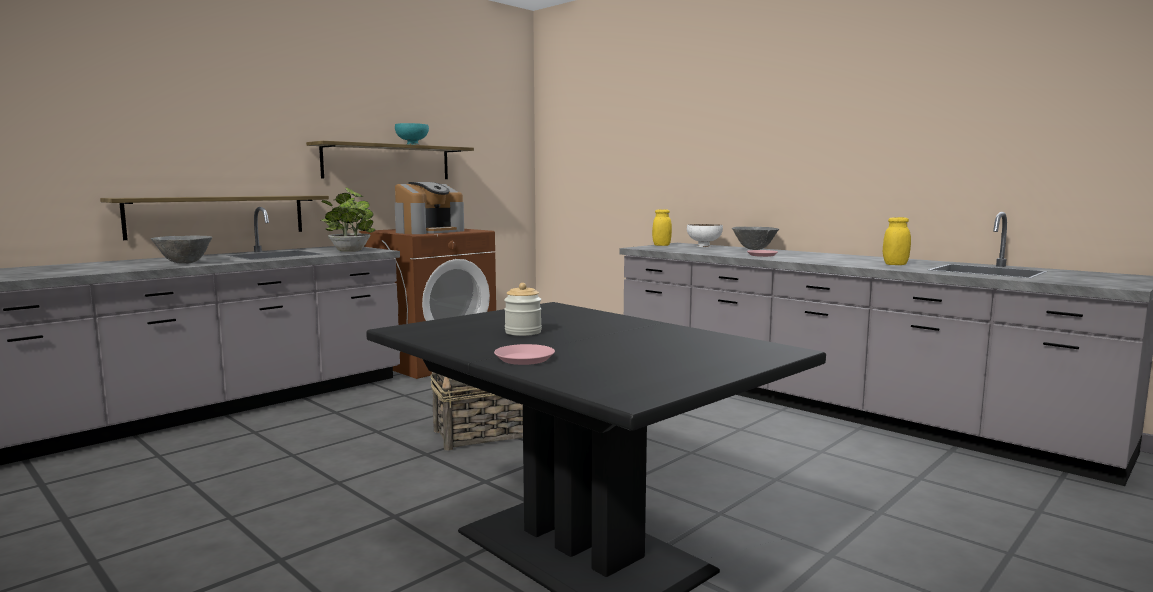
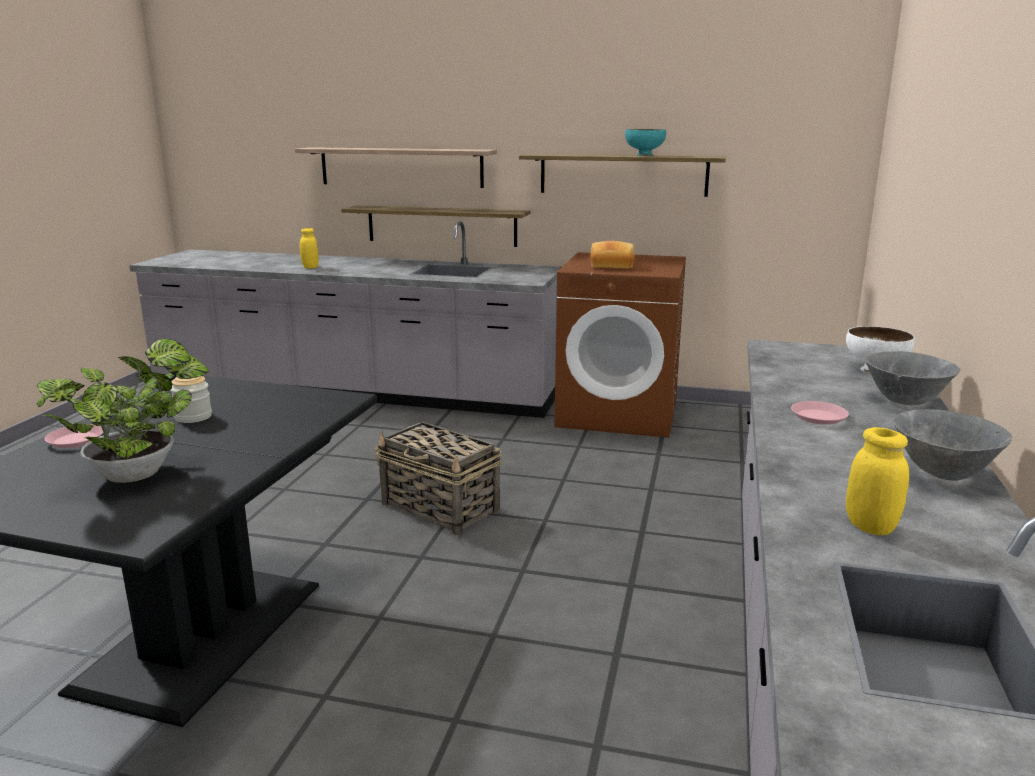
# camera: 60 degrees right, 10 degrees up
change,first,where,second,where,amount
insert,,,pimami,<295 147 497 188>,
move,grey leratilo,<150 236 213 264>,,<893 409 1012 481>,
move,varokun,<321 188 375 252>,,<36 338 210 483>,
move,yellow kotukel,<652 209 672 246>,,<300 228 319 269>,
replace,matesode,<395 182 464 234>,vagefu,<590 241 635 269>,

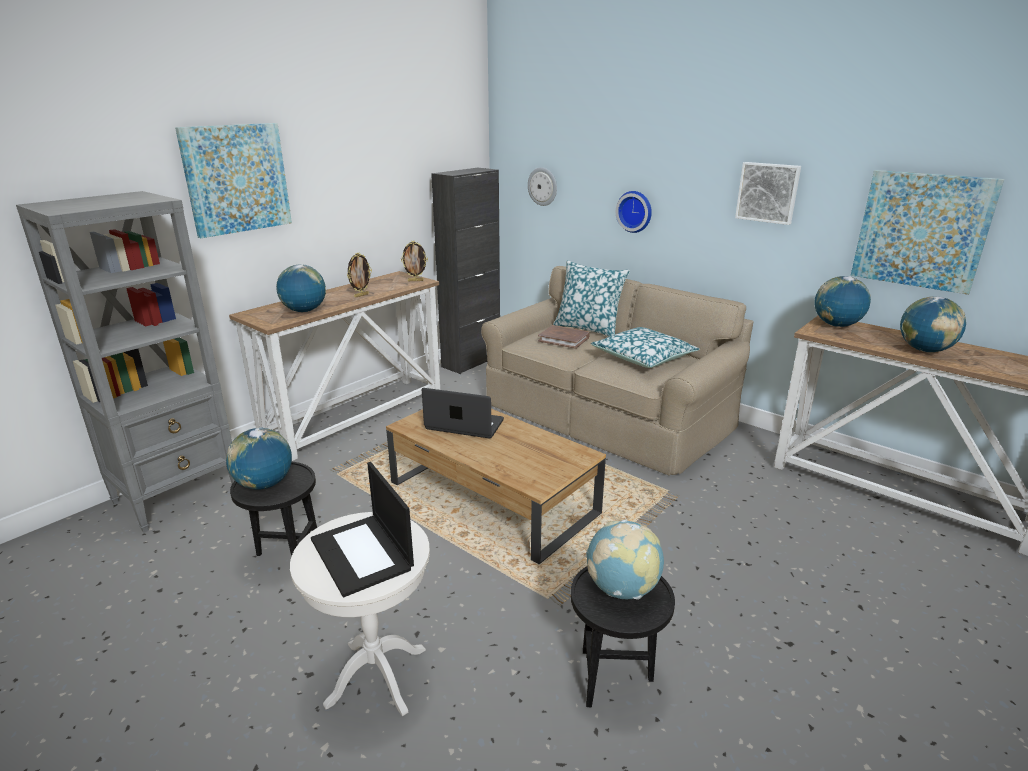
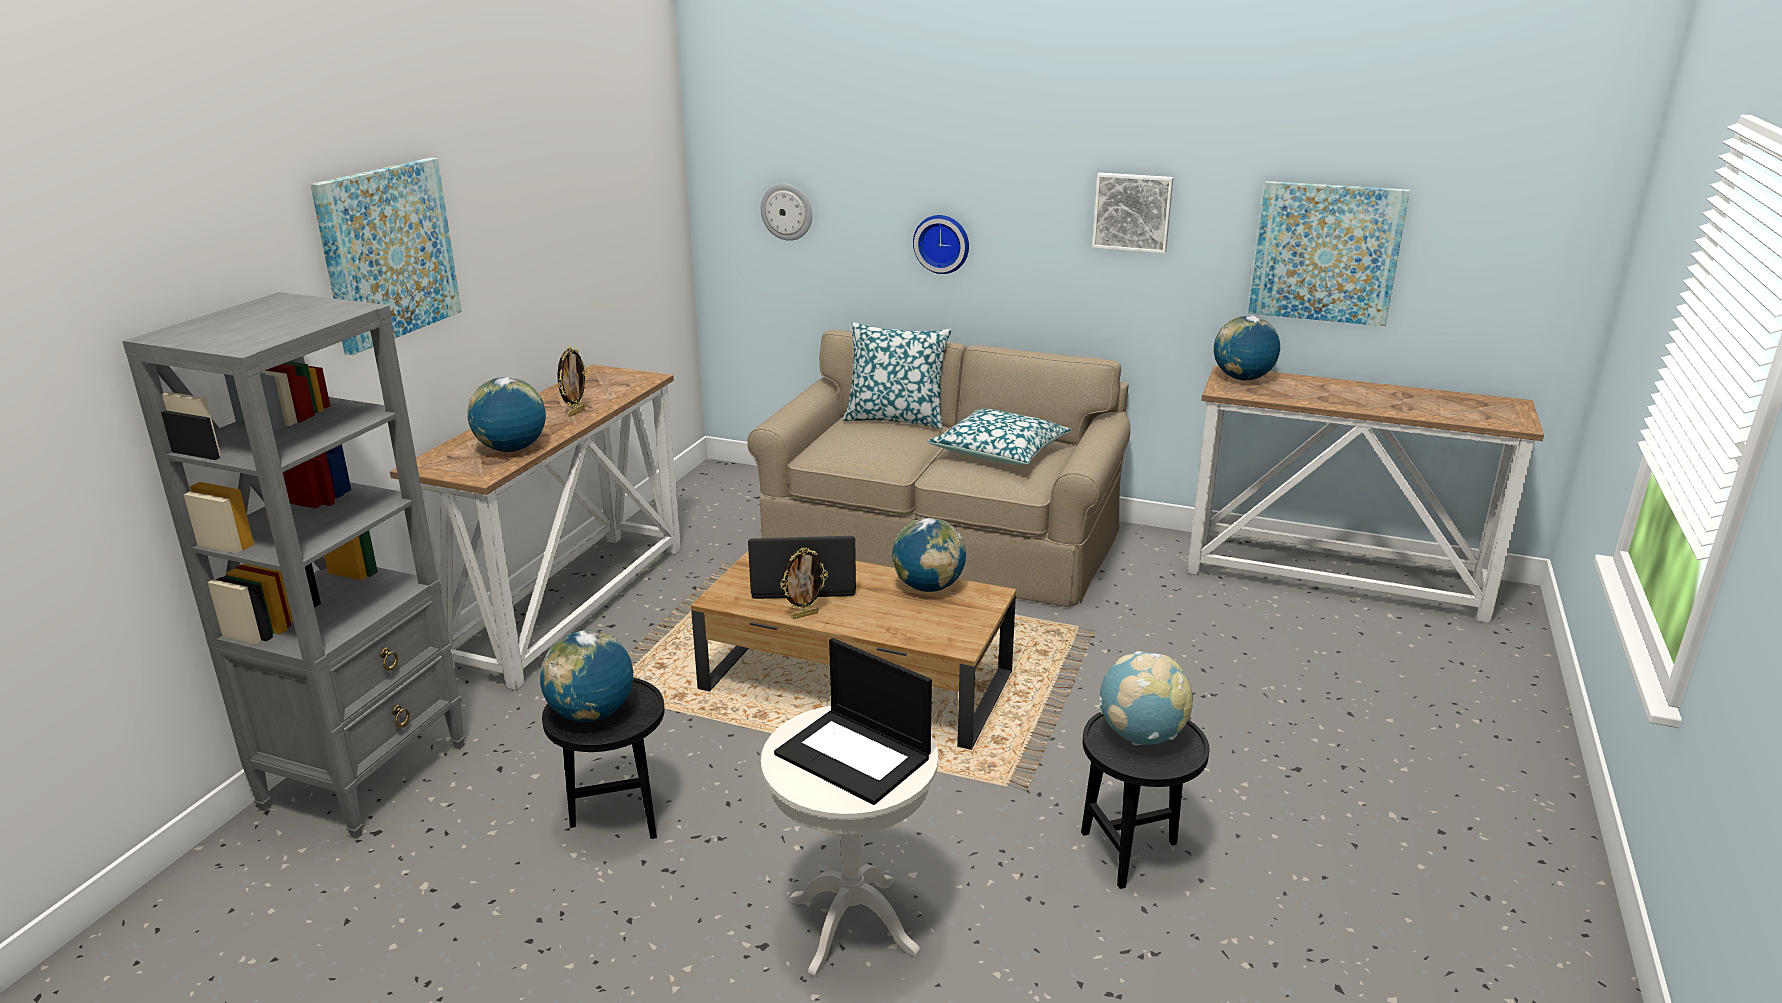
# camera: 20 degrees left, 0 degrees up
change,first,where,second,where,amount
delete,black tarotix,<431 168 500 374>,,,
delete,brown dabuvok,<538 325 590 349>,,,
move,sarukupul,<401 241 428 281>,,<780 548 828 619>,
move,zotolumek,<900 296 966 352>,,<892 518 966 592>,

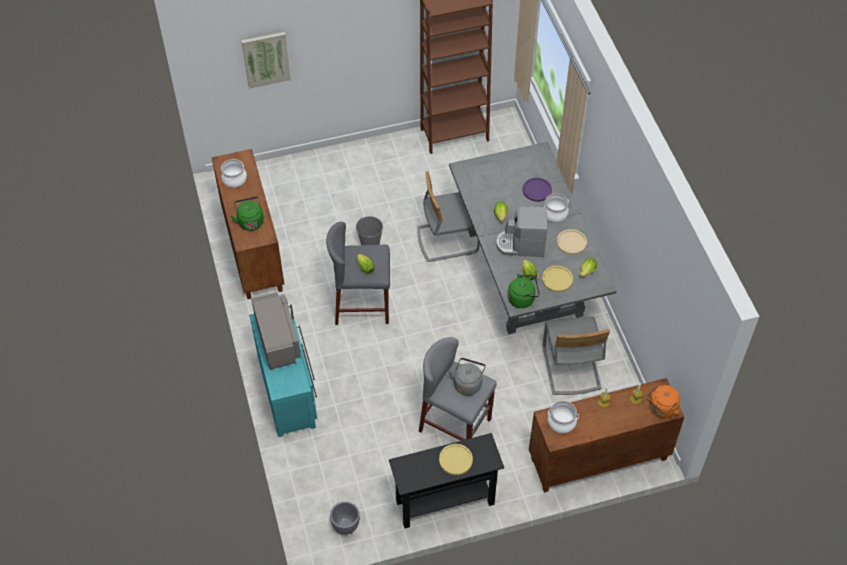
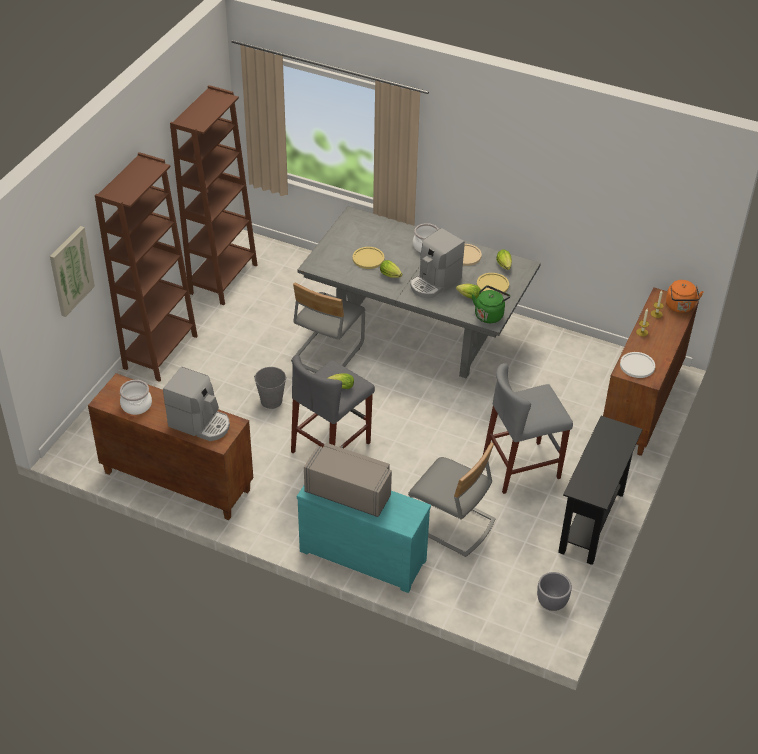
# camera: 50 degrees left, 10 degrees down
change,first,where,second,where,amount
delete,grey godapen,<448 358 486 396>,,,
delete,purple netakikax,<523 178 552 202>,,,
insert,,,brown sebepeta,<95 152 198 382>,
move,yellow netakikax,<439 444 473 475>,,<353 247 384 269>,
move,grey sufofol,<543 316 610 395>,,<408 442 496 557>,
replace,green godapen,<231 197 264 231>,matesode,<163 367 230 441>,
replace,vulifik,<548 401 579 433>,white netakikax,<620 352 655 378>,

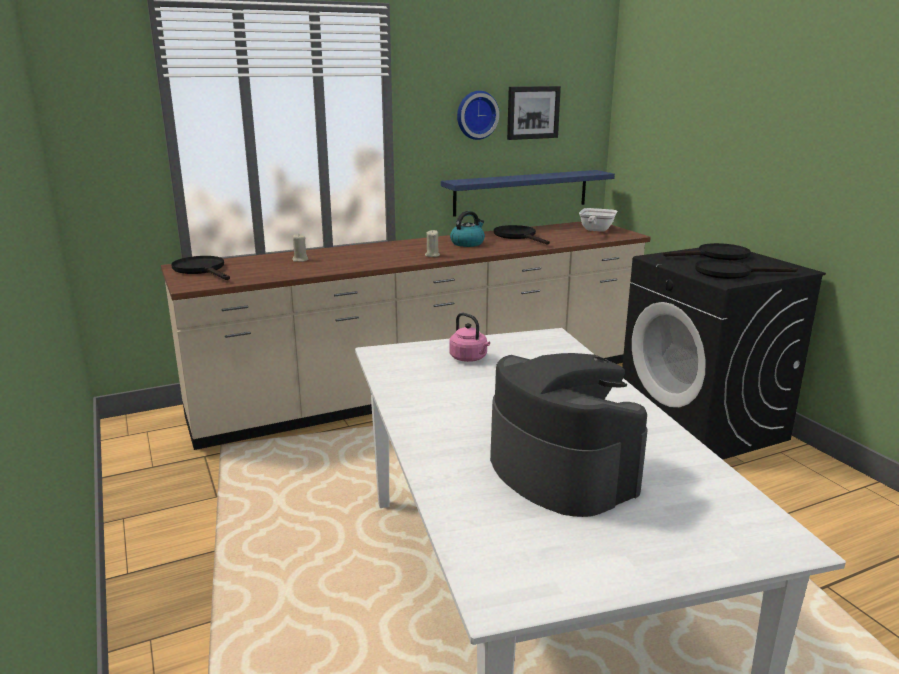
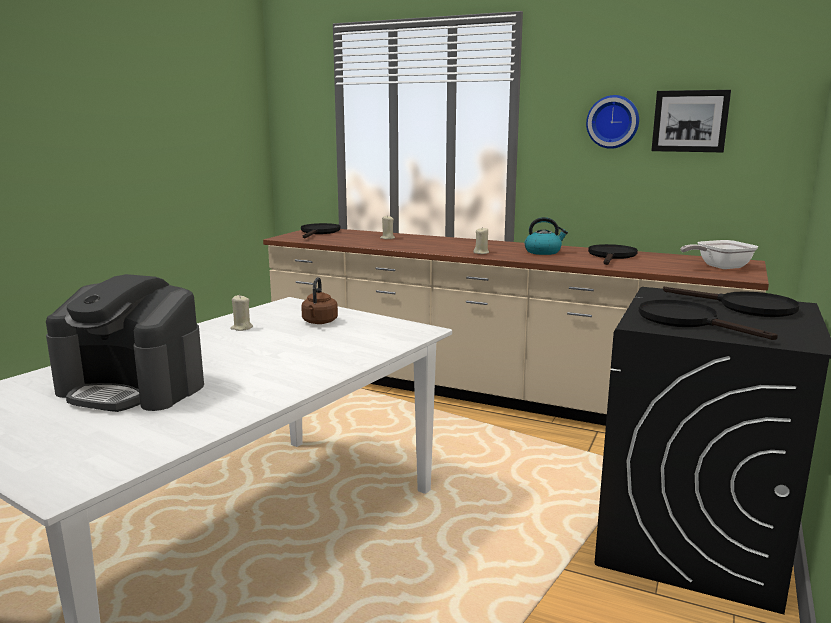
# camera: 50 degrees right, 5 degrees down
change,first,where,second,where,amount
delete,blue pimami,<441 170 615 217>,,,
insert,,,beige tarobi,<230 295 253 331>,
recolor,pink godapen,<449 313 490 362>,brown godapen,<301 277 338 324>,
rotate,matesode,<490 353 648 517>,,<46 274 204 412>,90 degrees clockwise

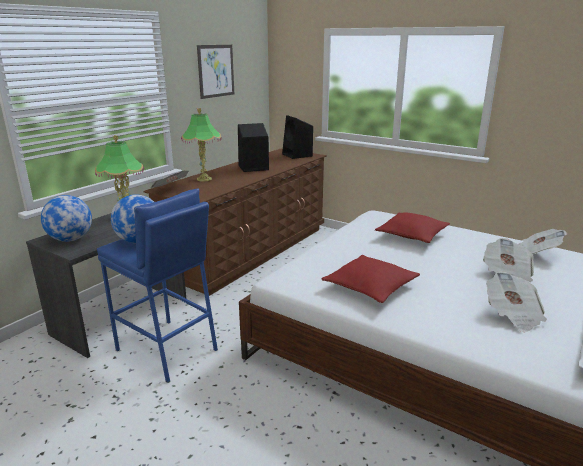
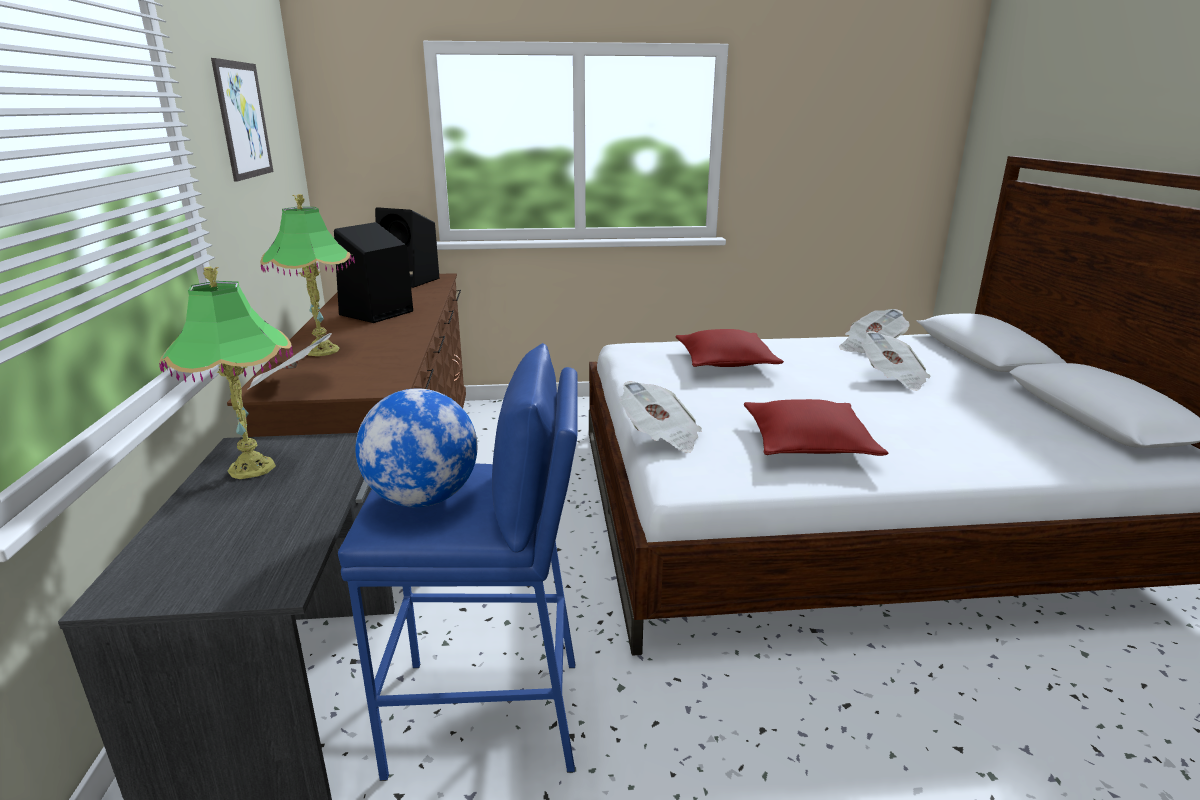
# camera: 40 degrees left, 0 degrees up
change,first,where,second,where,amount
delete,zotolumek,<41 195 92 242>,,,
move,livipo,<486 271 547 333>,,<619 381 702 453>,

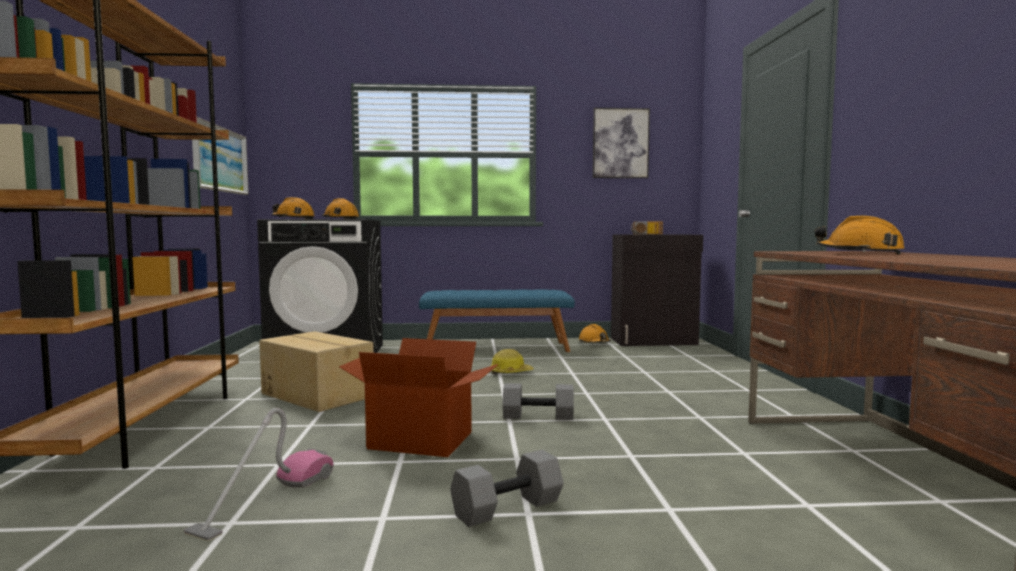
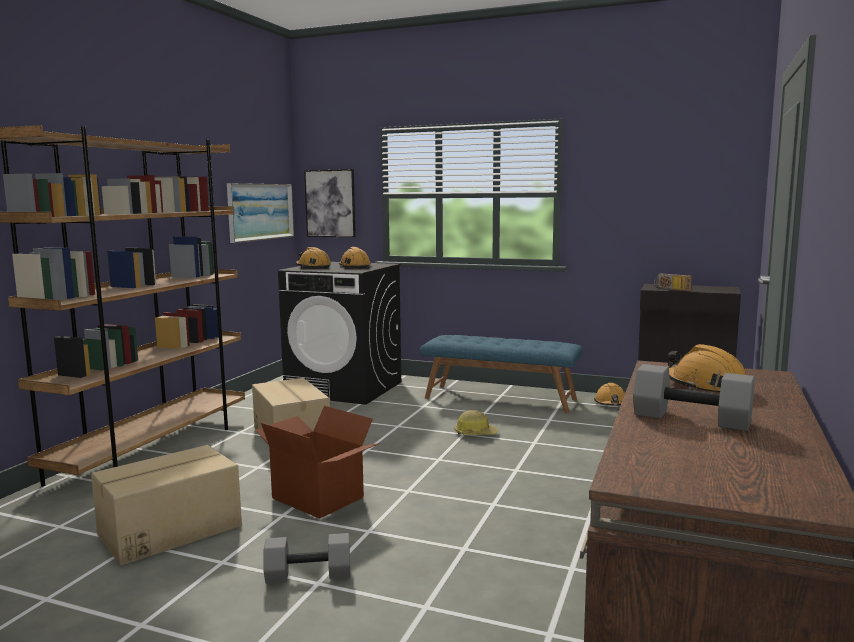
# camera: 25 degrees right, 5 degrees up
change,first,where,second,where,amount
move,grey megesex,<503 383 574 420>,,<633 364 755 431>,
move,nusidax,<593 108 650 178>,,<304 169 356 237>,
replace,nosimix,<184 408 334 541>,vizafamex,<91 445 242 566>,

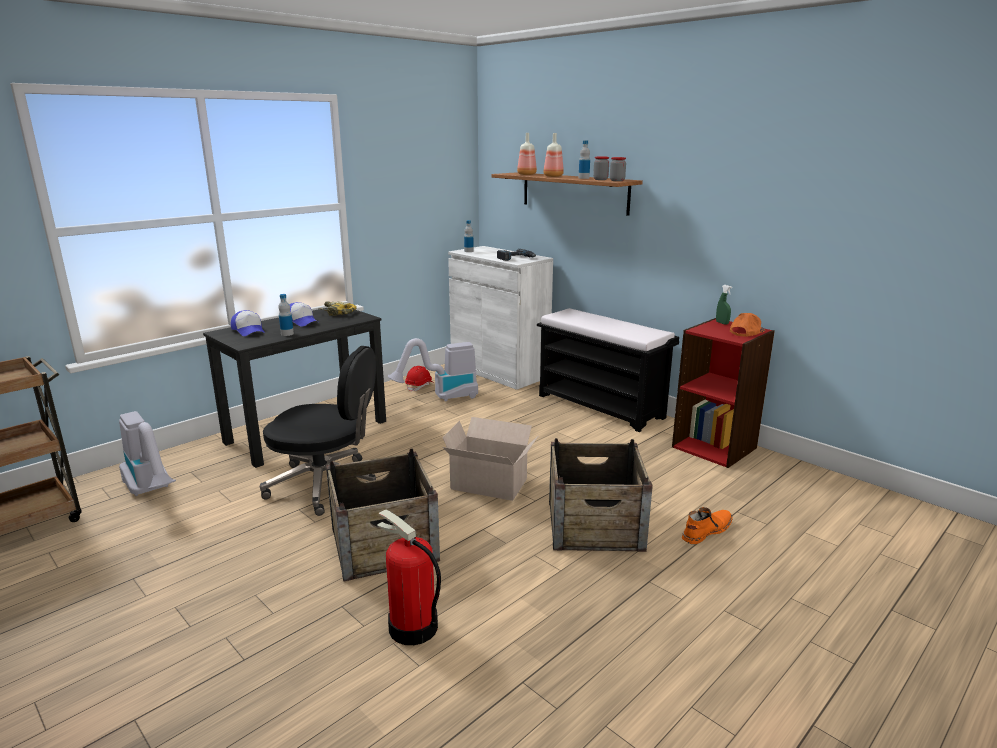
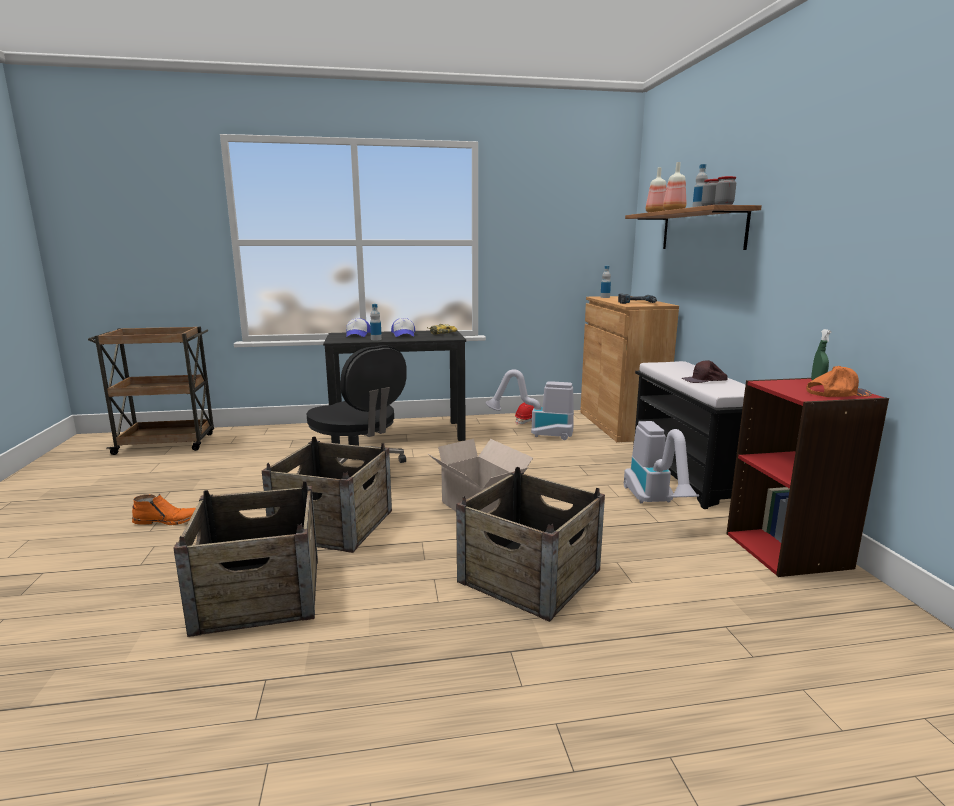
# camera: 35 degrees right, 5 degrees down
change,first,where,second,where,amount
insert,,,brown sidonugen,<682 360 728 383>,
move,nosimix,<119 411 176 496>,,<624 421 699 503>,
move,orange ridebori,<682 507 733 544>,,<132 494 196 525>,
replace,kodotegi,<377 509 441 645>,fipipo,<173 481 318 637>,
recolor,white tarotix,<448 246 553 390>,brown tarotix,<580 296 679 442>,

